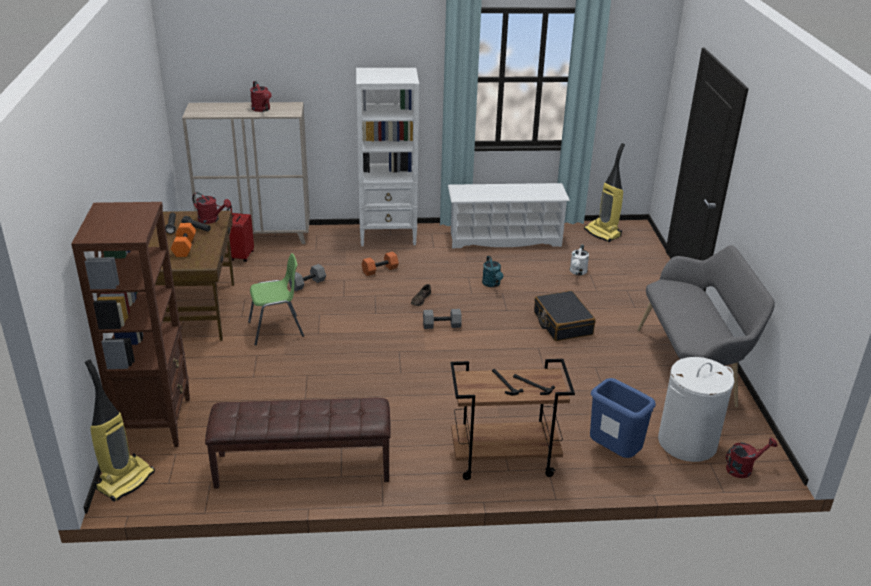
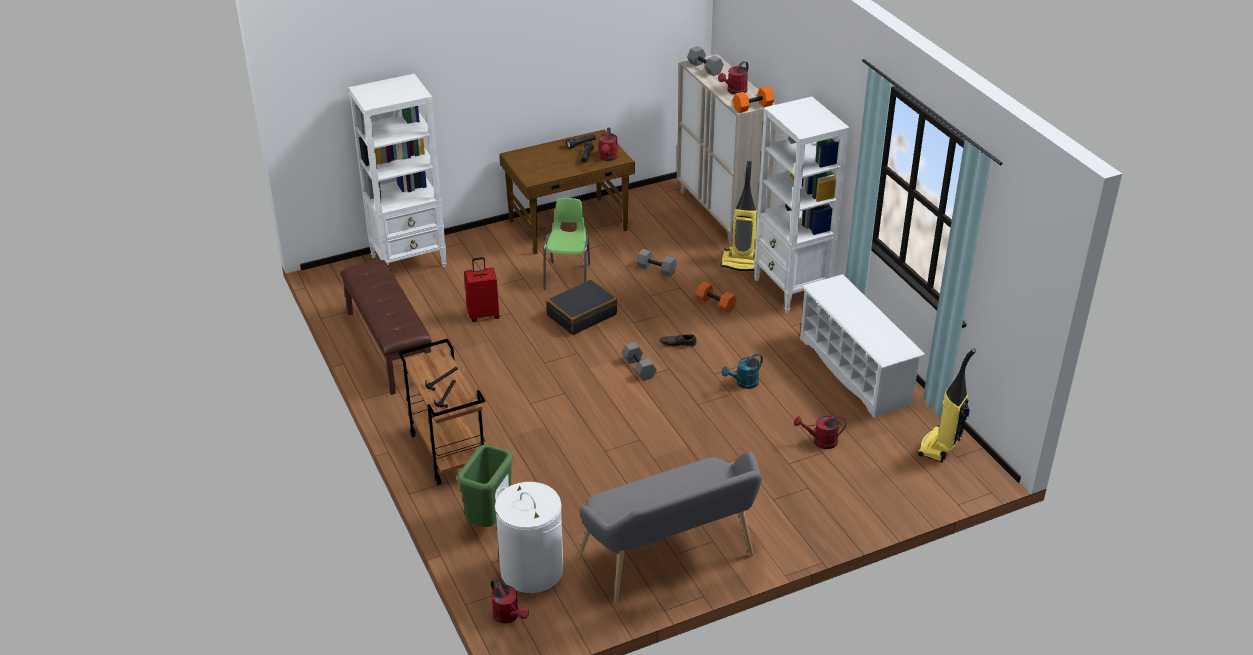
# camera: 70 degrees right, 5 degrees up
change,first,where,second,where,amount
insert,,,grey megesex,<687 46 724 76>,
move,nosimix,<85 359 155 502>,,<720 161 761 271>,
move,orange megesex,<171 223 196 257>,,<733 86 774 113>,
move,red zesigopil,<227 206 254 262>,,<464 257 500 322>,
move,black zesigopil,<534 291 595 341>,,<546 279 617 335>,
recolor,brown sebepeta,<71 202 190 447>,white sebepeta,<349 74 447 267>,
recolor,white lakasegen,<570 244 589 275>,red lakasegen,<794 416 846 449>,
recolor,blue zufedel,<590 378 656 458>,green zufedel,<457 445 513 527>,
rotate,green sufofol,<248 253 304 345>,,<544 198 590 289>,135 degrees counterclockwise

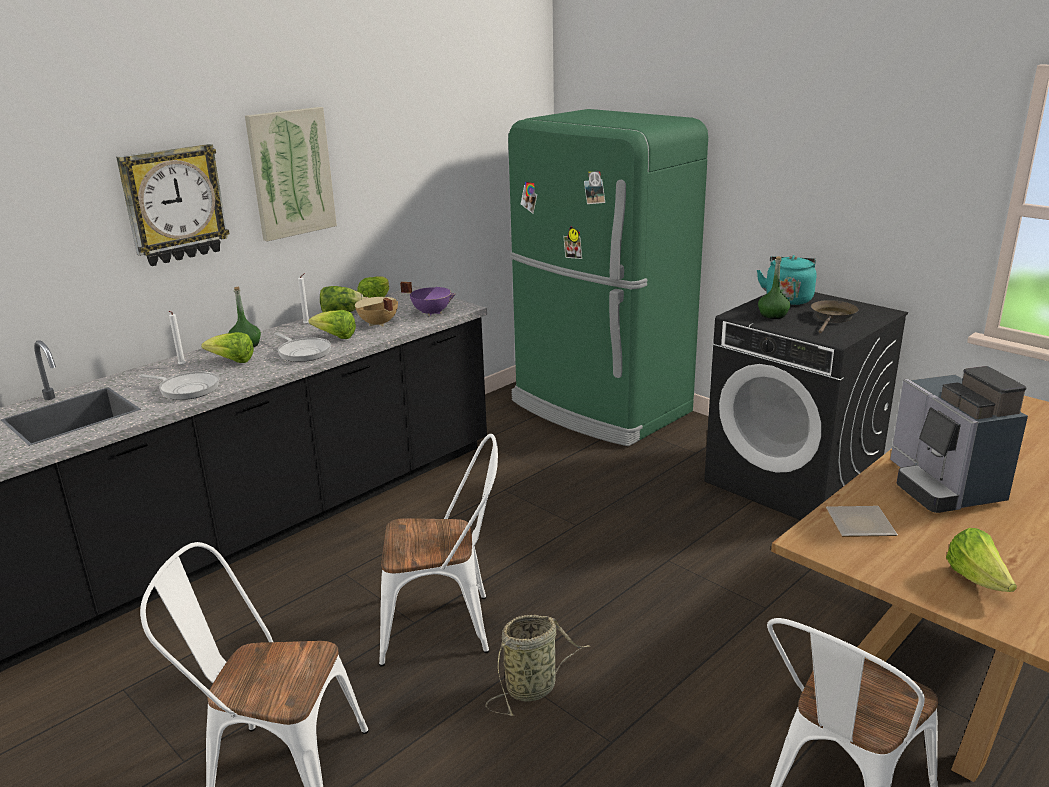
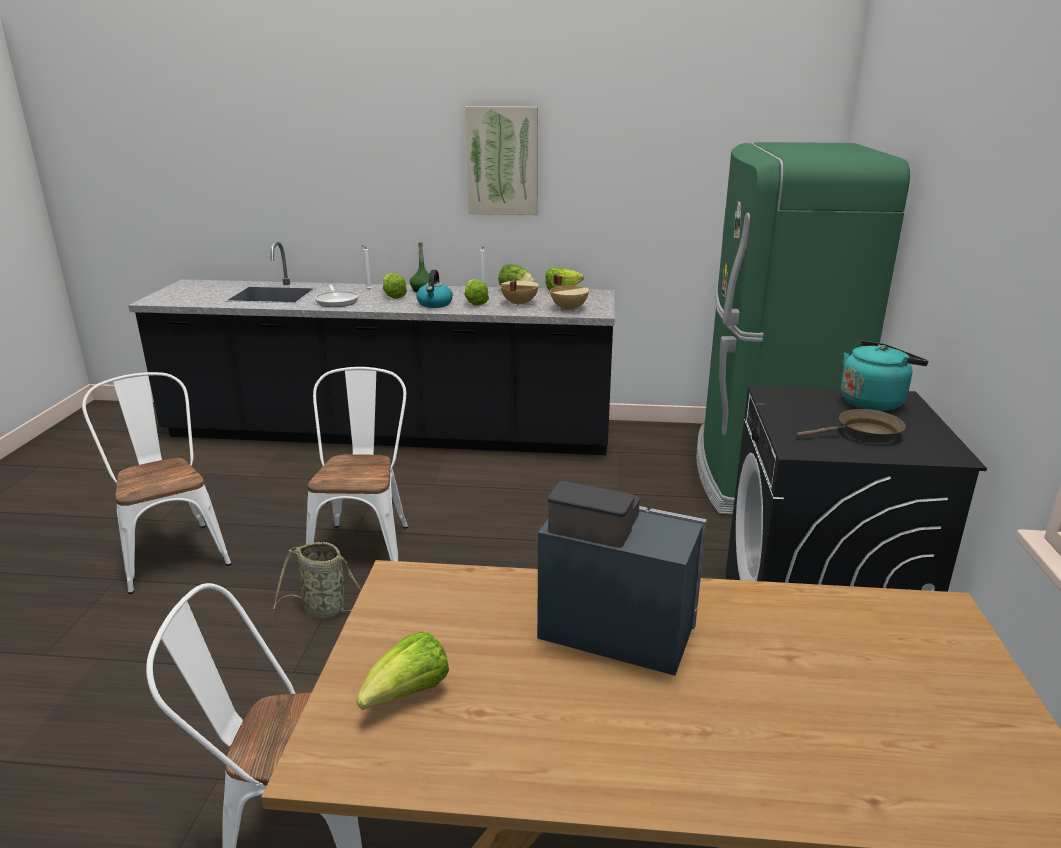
# camera: 50 degrees right, 0 degrees up
change,first,where,second,where,amount
delete,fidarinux,<116 144 230 266>,,,
delete,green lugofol,<758 256 791 319>,,,
delete,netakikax,<826 506 898 537>,,,
replace,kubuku,<274 332 331 362>,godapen,<416 270 453 308>,
recolor,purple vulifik,<400 282 456 316>,beige vulifik,<550 274 589 312>,
rotate,white sufofol,<379 434 498 667>,,<306 367 408 561>,135 degrees counterclockwise
rotate,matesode,<890 366 1028 513>,,<537 481 707 676>,75 degrees clockwise

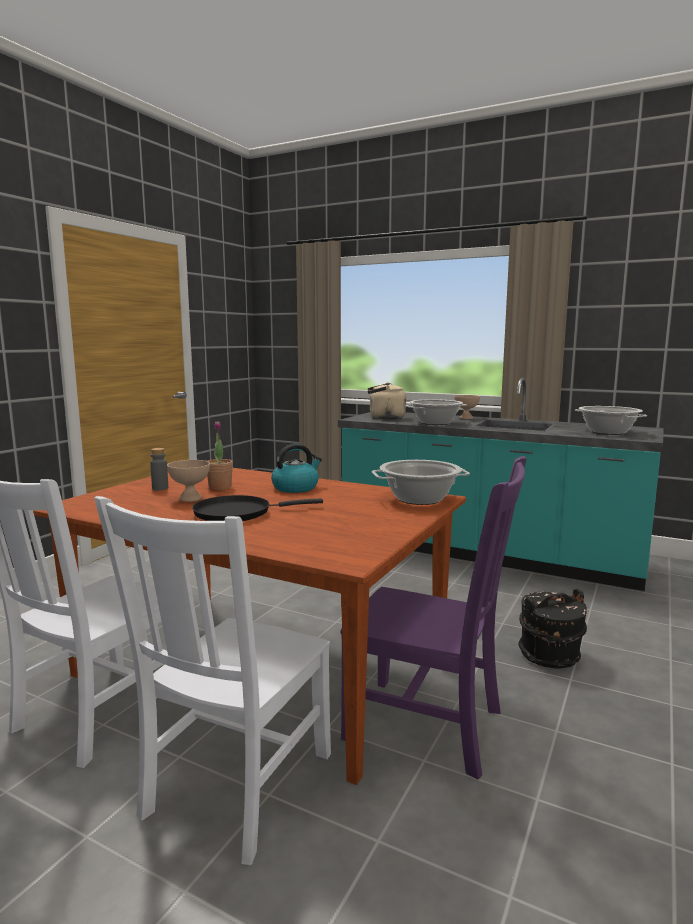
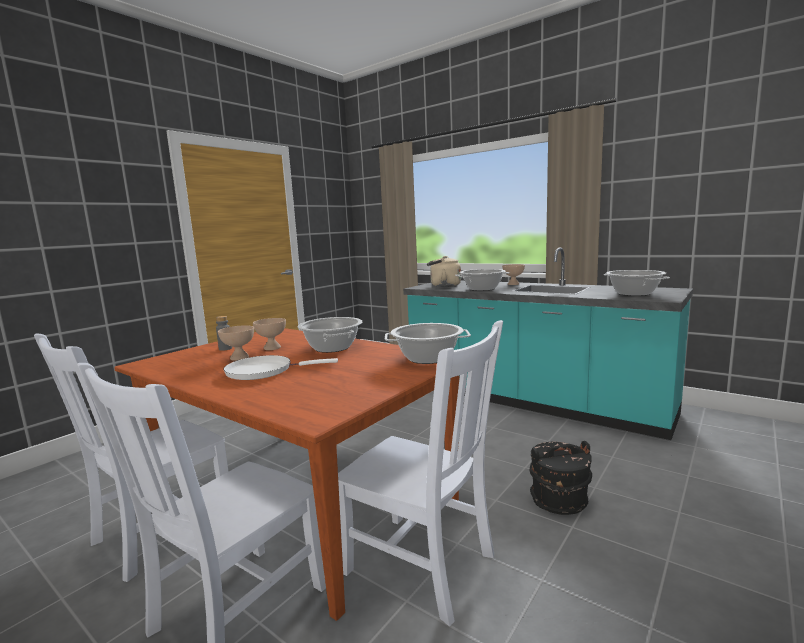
# camera: 10 degrees right, 0 degrees up
change,first,where,second,where,amount
replace,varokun,<207 421 233 490>,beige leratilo,<253 318 286 350>,
replace,godapen,<271 444 322 493>,vulifik,<297 317 362 353>,
recolor,black kubuku,<192 495 323 521>,white kubuku,<223 355 338 380>,
recolor,purple sufofol,<340 456 526 779>,white sufofol,<338 320 503 626>,

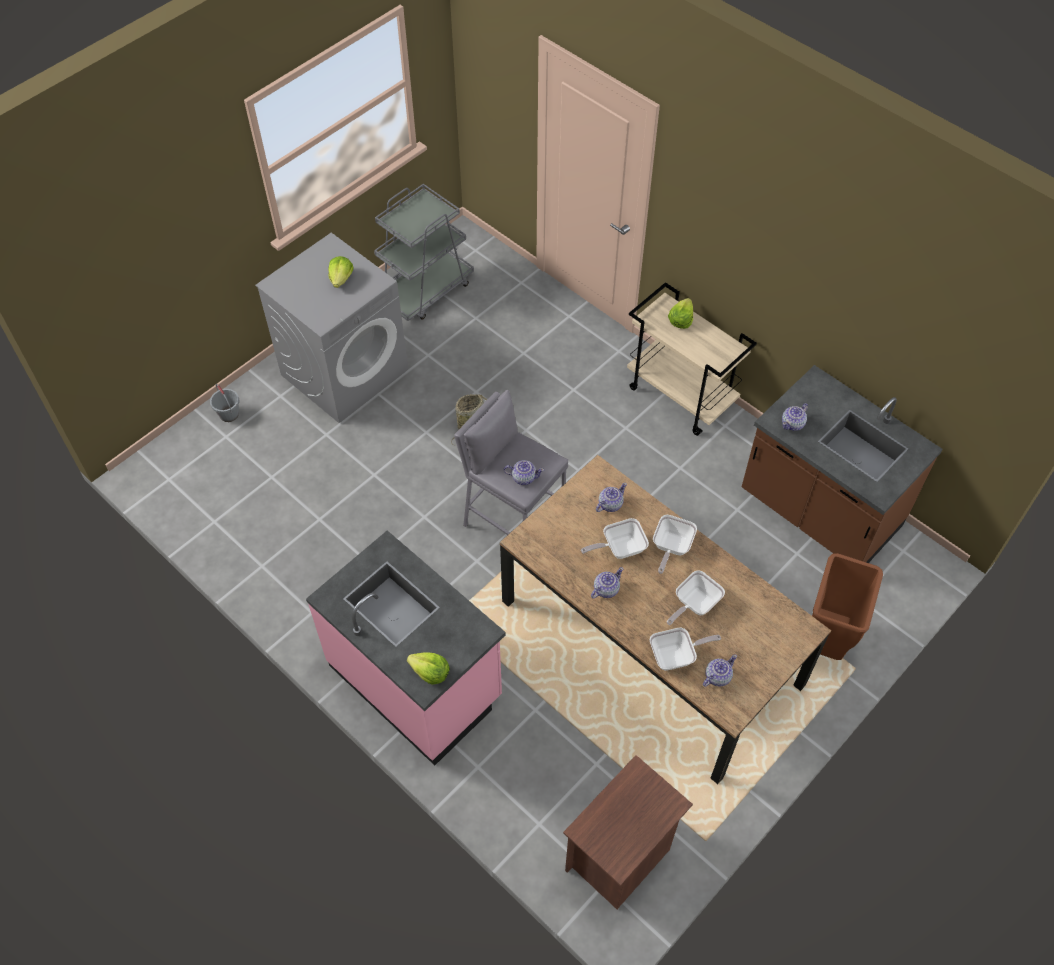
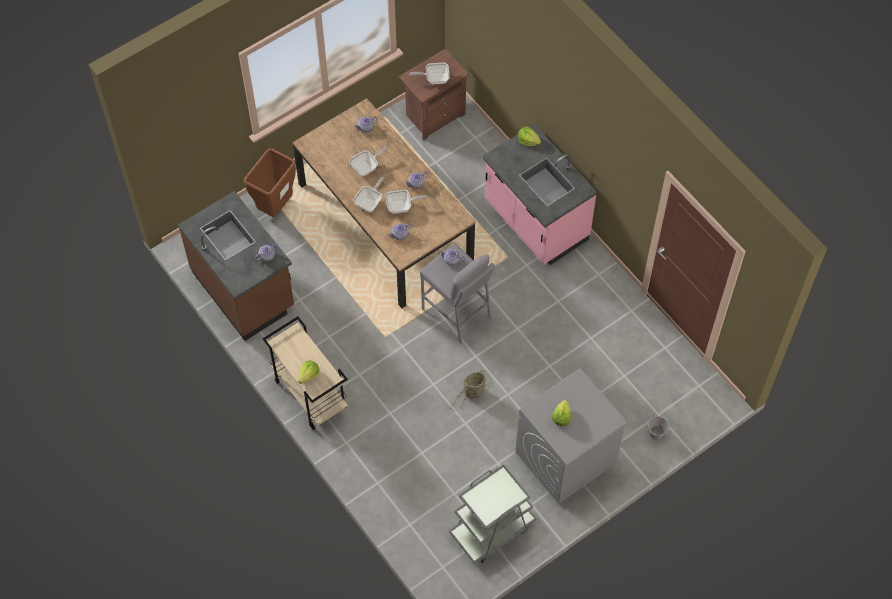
# camera: 170 degrees left, 5 degrees up
change,first,where,second,where,amount
move,kubuku,<650 628 721 671>,,<409 62 450 84>,

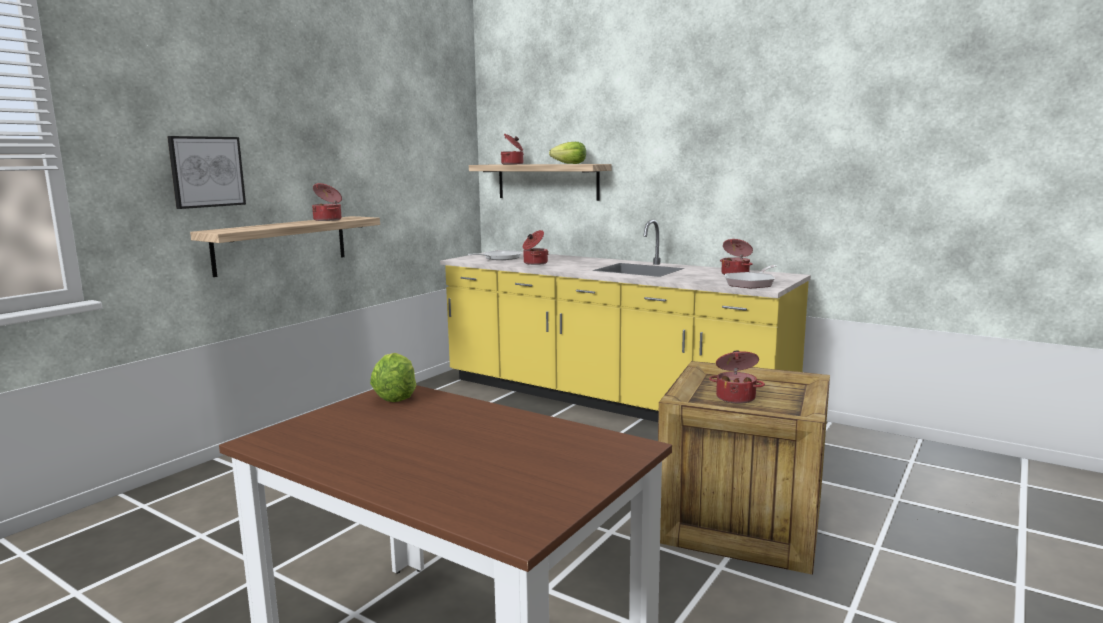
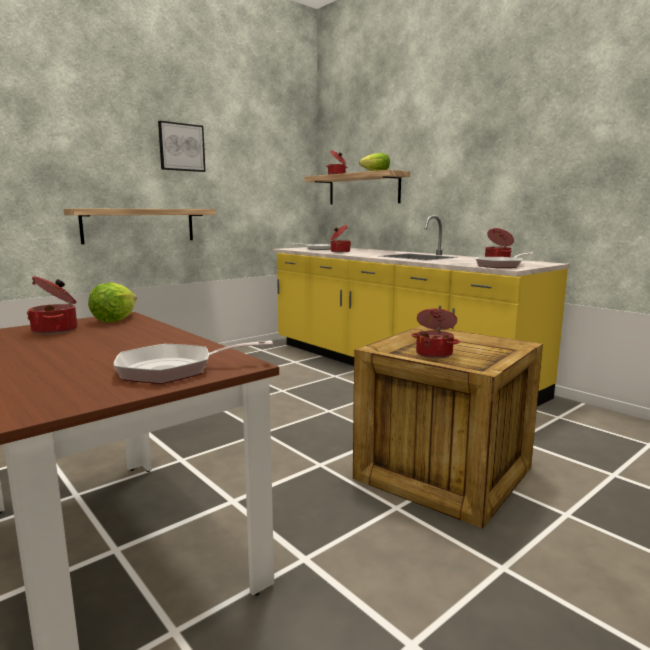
# camera: 15 degrees right, 0 degrees up
change,first,where,second,where,amount
insert,,,kubuku,<114 340 273 384>,
move,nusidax,<167 136 246 209>,,<158 121 206 172>,
move,vulifik,<312 183 342 221>,,<27 276 77 335>,

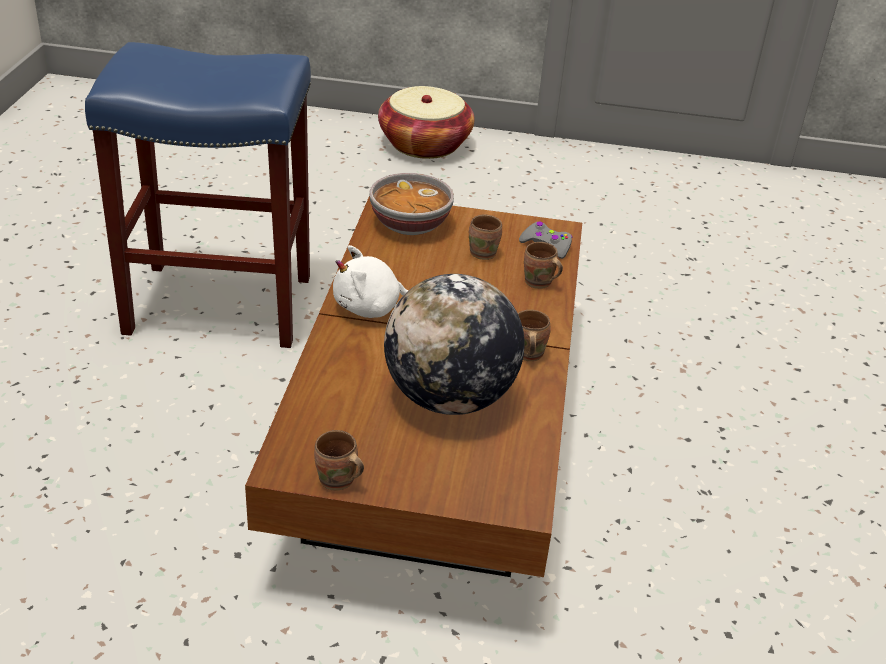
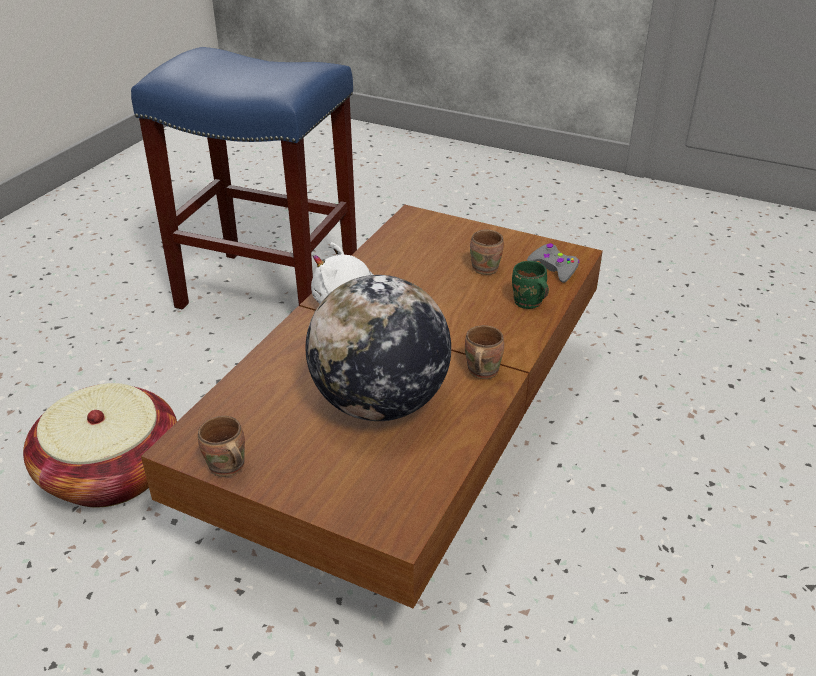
# camera: 20 degrees right, 0 degrees up
change,first,where,second,where,amount
delete,leratilo,<369 173 454 235>,,,
move,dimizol,<378 86 474 159>,,<23 383 177 507>,
recolor,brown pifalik,<524 242 563 289>,green pifalik,<512 261 549 309>,

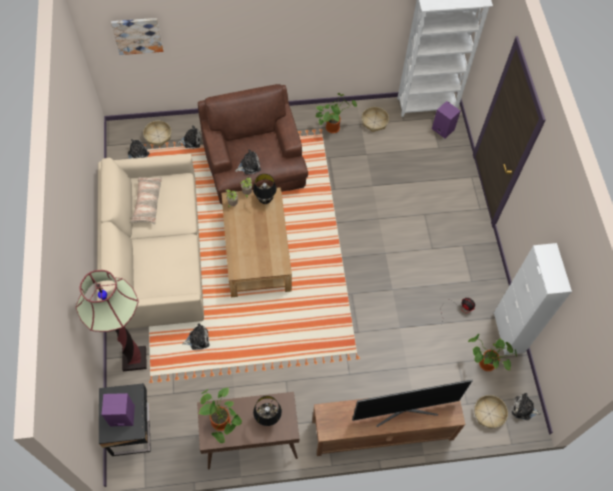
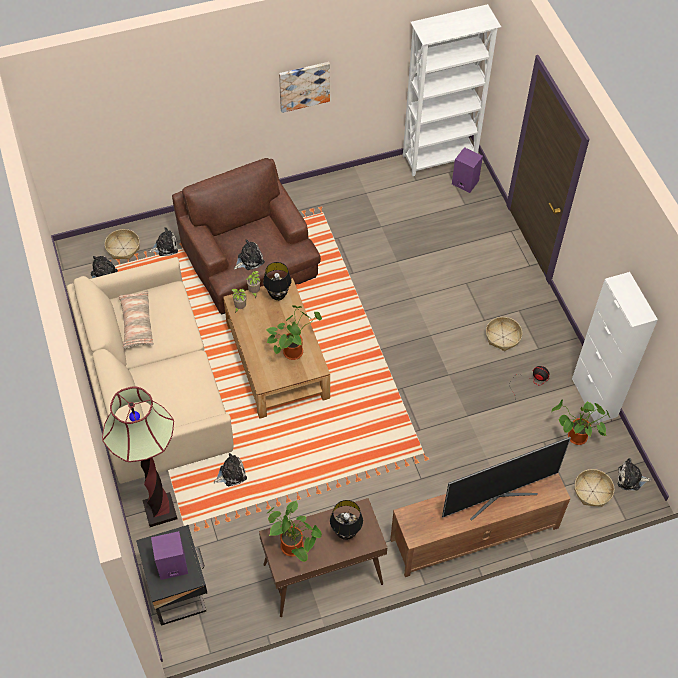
# camera: 10 degrees left, 5 degrees down
change,first,where,second,where,amount
move,nusidax,<111 18 163 55>,,<279 62 330 113>,
move,varokun,<315 93 357 133>,,<266 305 322 360>,
move,dimizol,<362 107 389 132>,,<486 317 522 351>,

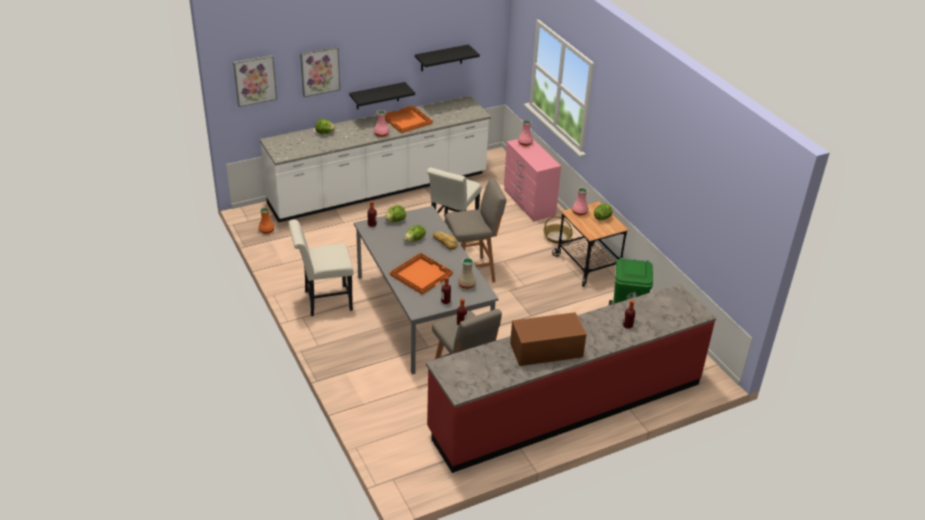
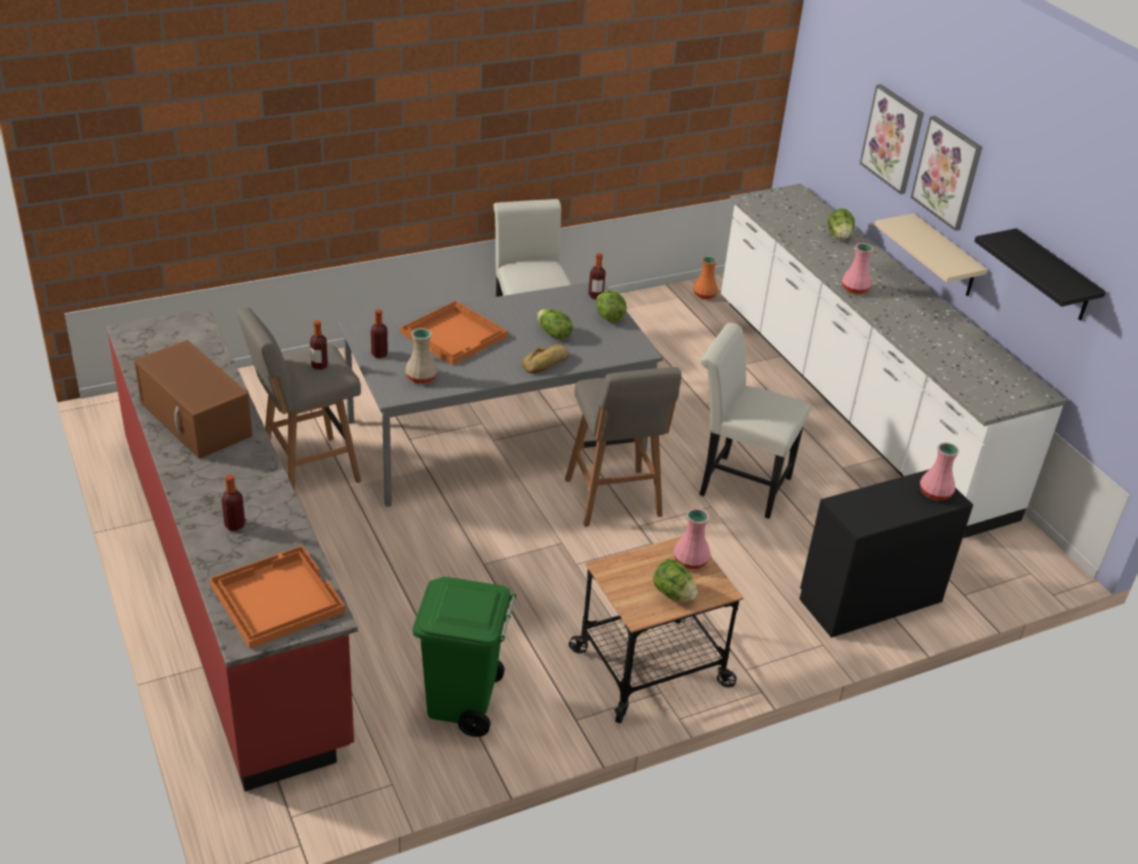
# camera: 90 degrees right, 0 degrees up
change,first,where,second,where,amount
delete,dimizol,<543 216 573 244>,,,
move,nusidax,<233 55 277 107>,,<911 116 982 231>,
move,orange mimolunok,<385 105 433 133>,,<210 545 345 649>,
recolor,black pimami,<349 82 415 109>,beige pimami,<875 213 988 296>,
recolor,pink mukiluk,<504 139 561 222>,black mukiluk,<799 470 973 638>,
rotate,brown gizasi,<510 312 587 366>,,<134 340 252 459>,150 degrees clockwise

